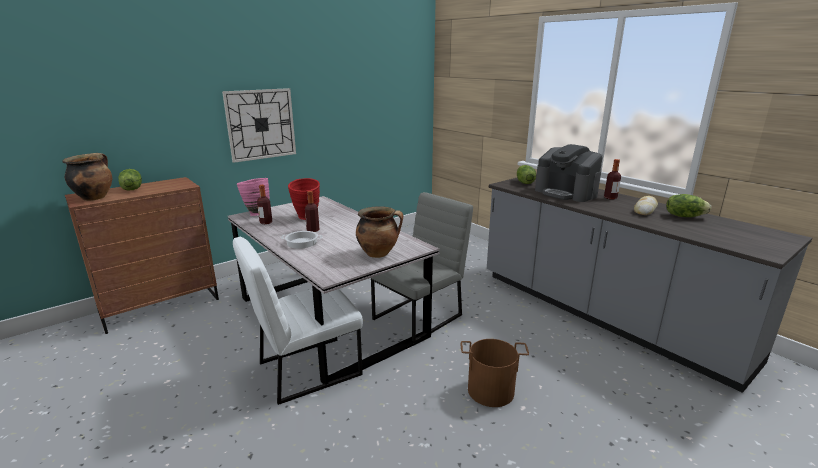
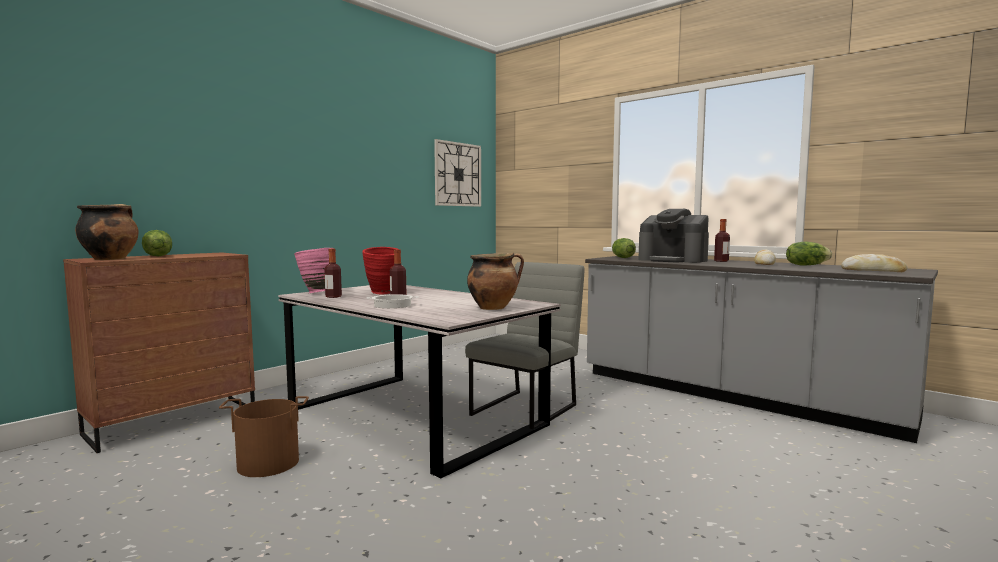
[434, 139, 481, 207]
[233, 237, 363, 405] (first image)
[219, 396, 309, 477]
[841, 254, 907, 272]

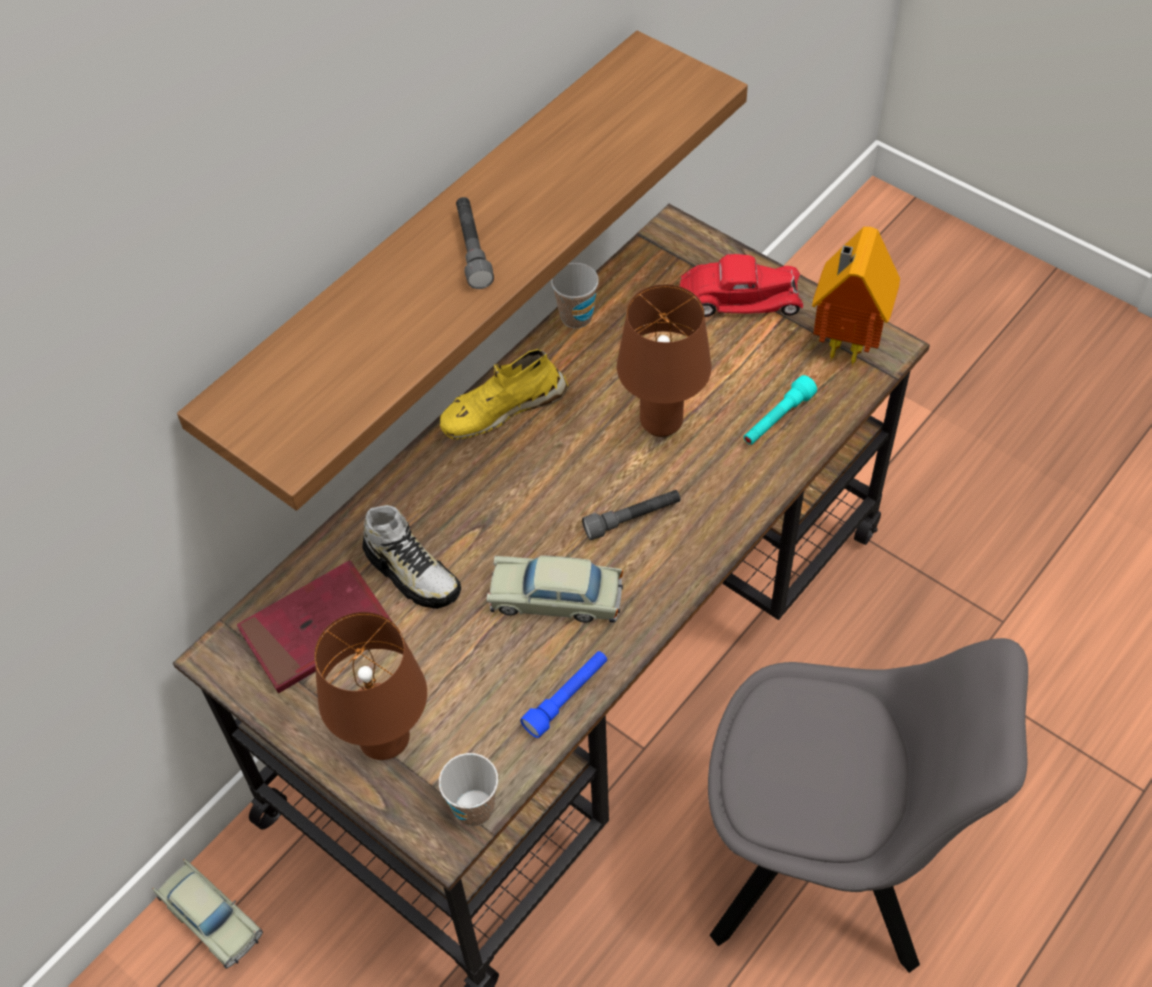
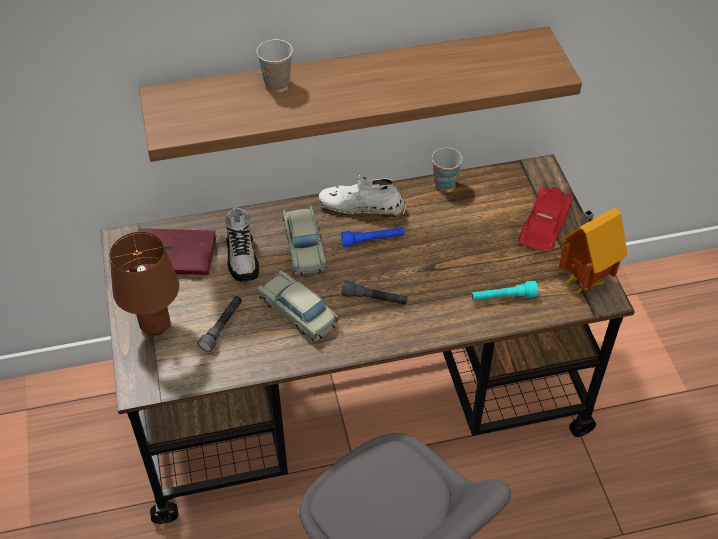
[197, 296, 242, 352]
[518, 186, 573, 252]
[617, 284, 711, 437] (first image)
[319, 174, 406, 218]
[341, 228, 404, 247]
[256, 39, 293, 91]
[283, 205, 327, 276]

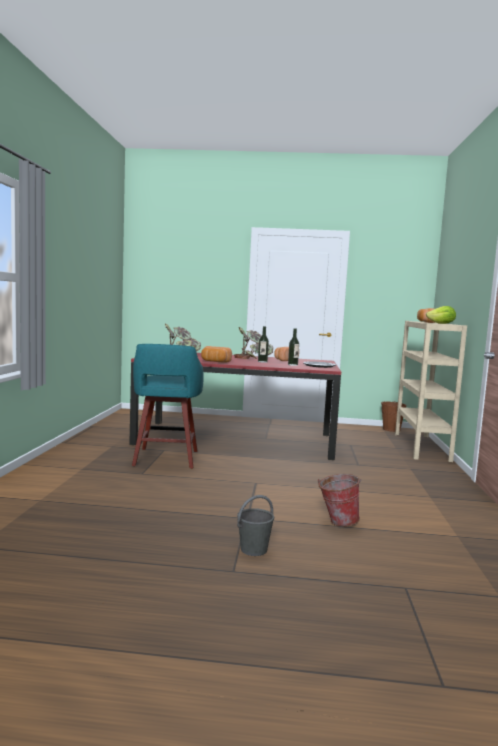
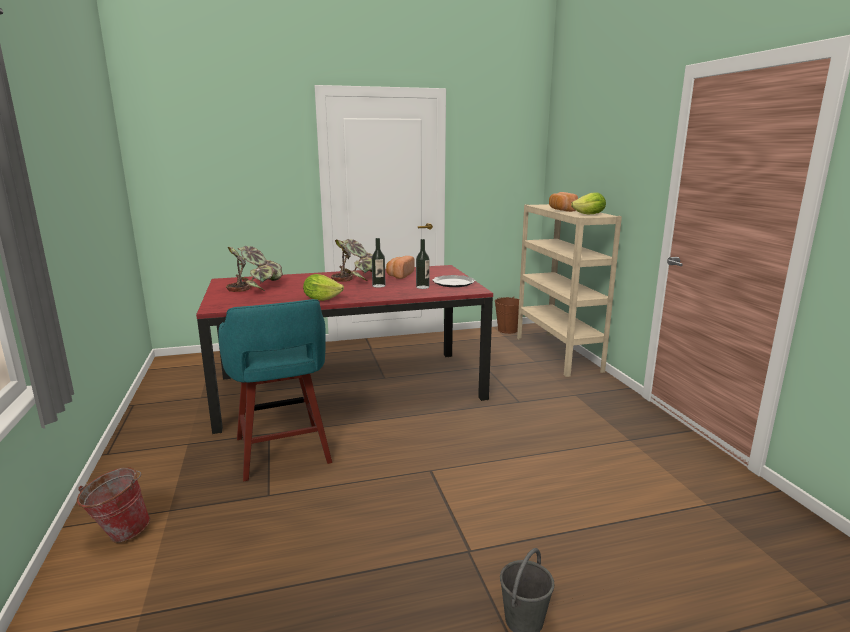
[303, 274, 344, 301]
[77, 467, 150, 543]

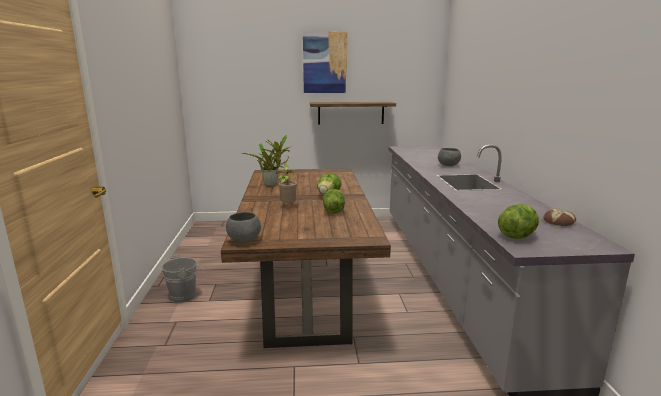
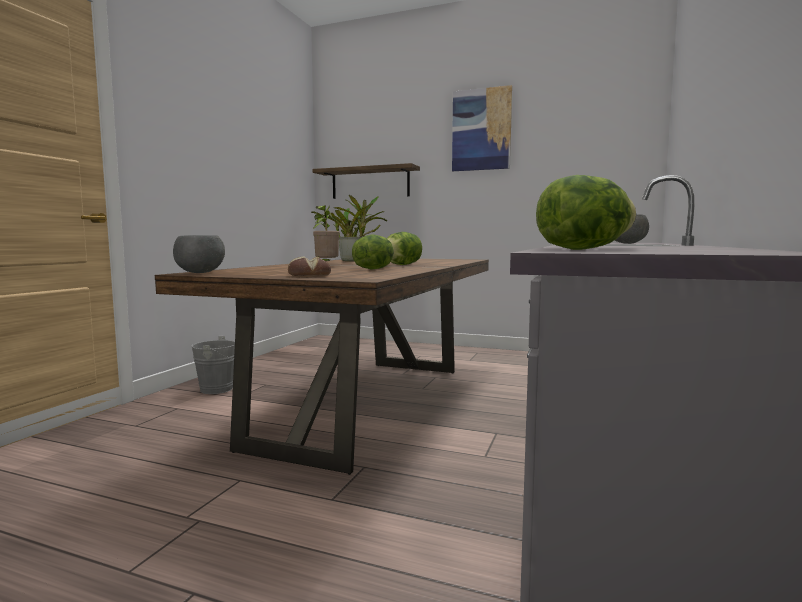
[312, 163, 420, 199]
[288, 256, 331, 276]

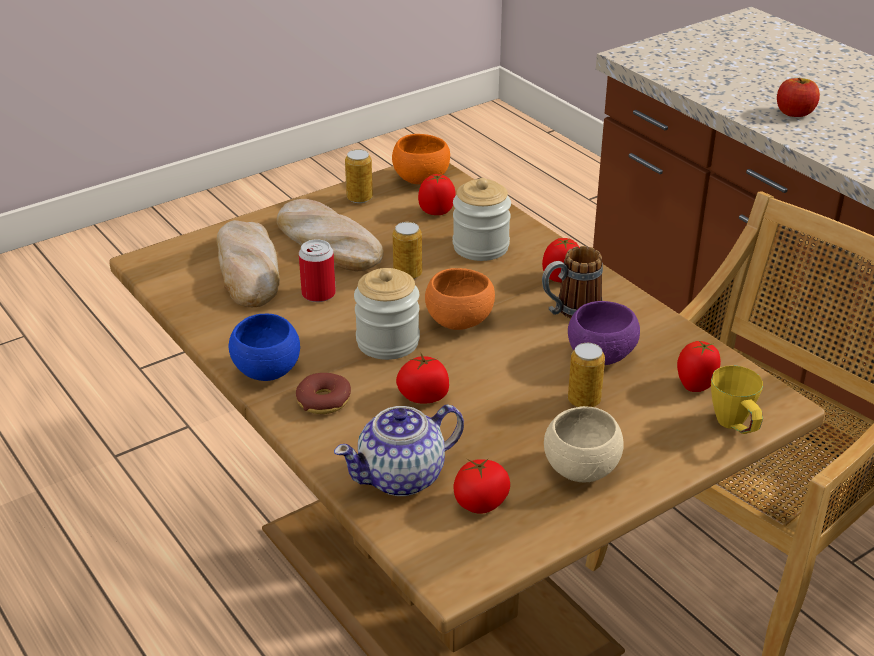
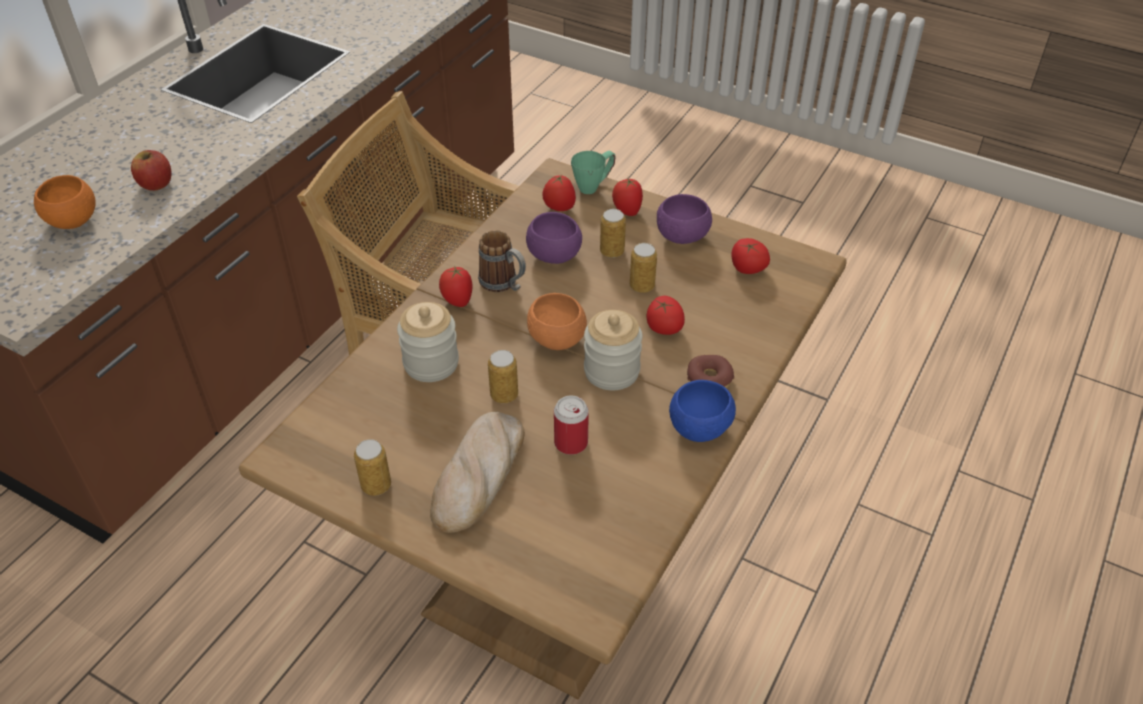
[34, 175, 96, 229]
[612, 178, 643, 216]
[216, 220, 280, 307] (first image)
[571, 150, 616, 194]
[334, 404, 464, 496] (first image)
[657, 194, 712, 244]
[630, 243, 657, 293]

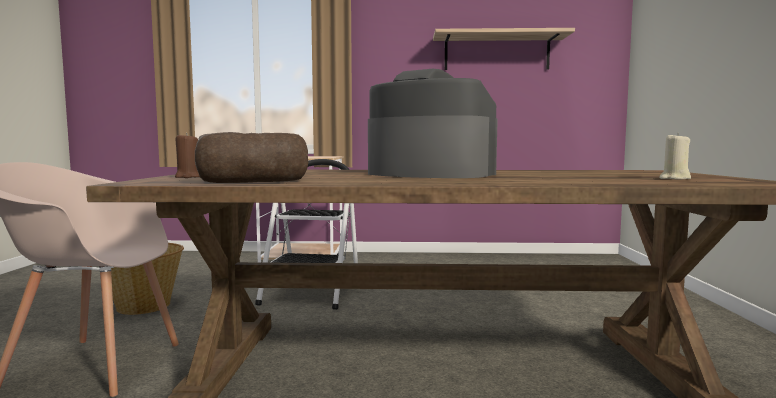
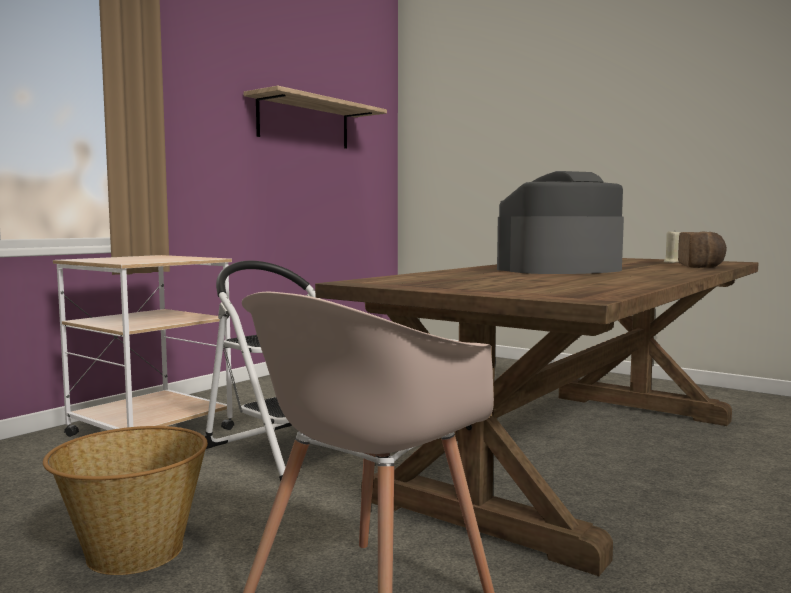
[678, 231, 727, 268]
[175, 133, 200, 178] (first image)

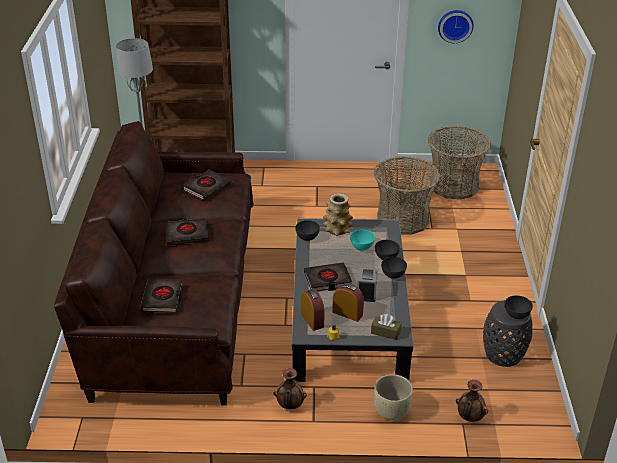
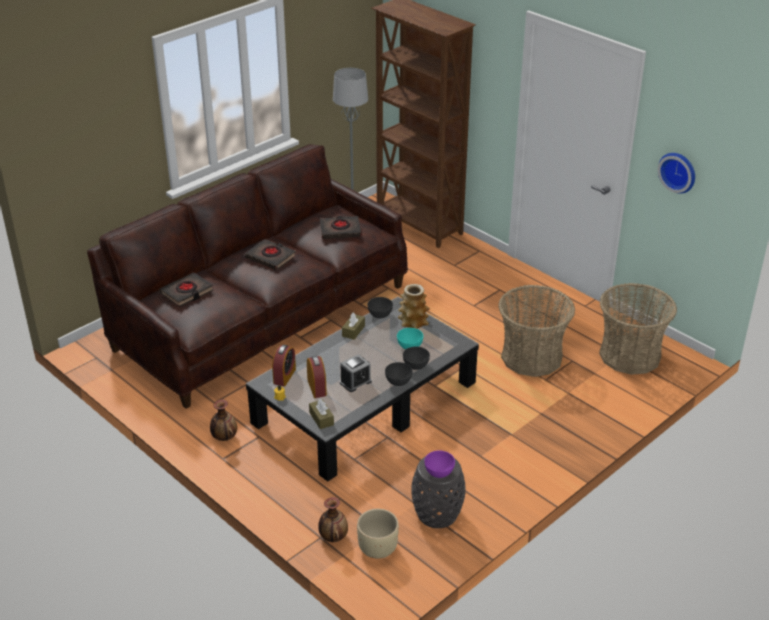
[304, 262, 352, 291] (first image)
[424, 451, 455, 478]
[357, 509, 399, 559]
[342, 312, 365, 340]

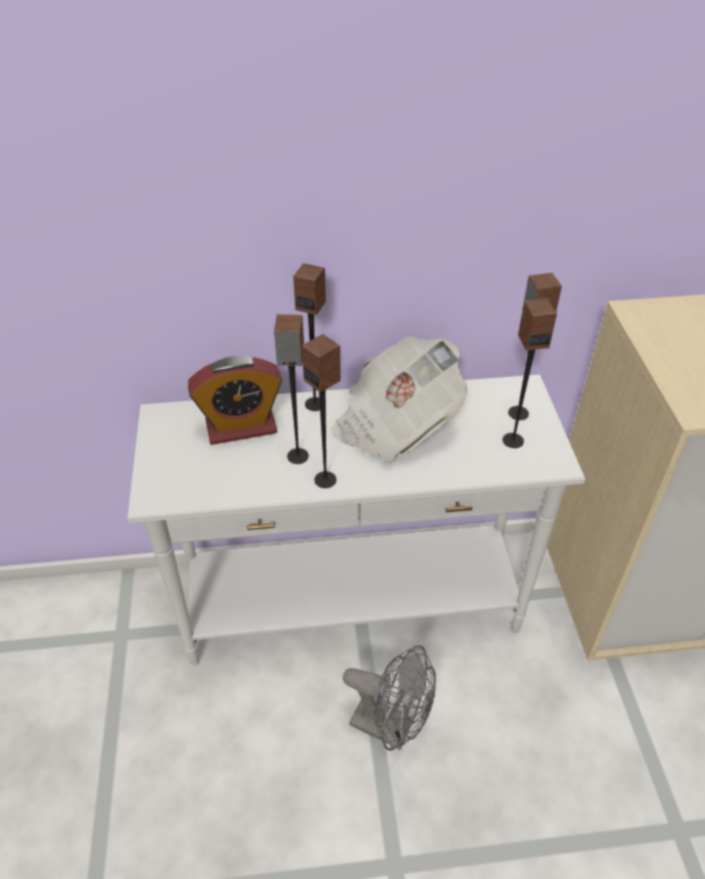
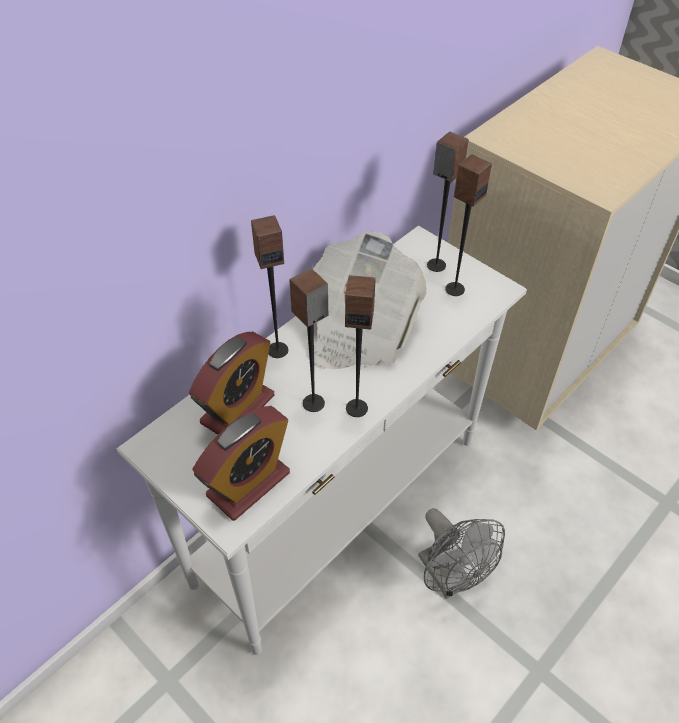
[418, 508, 505, 599]
[193, 406, 290, 521]

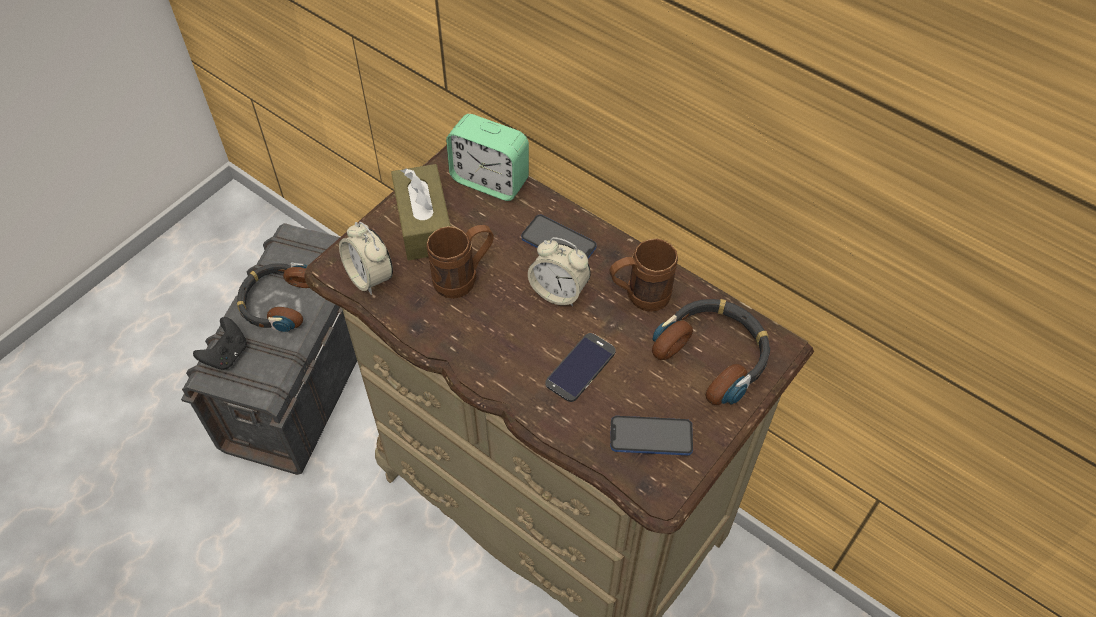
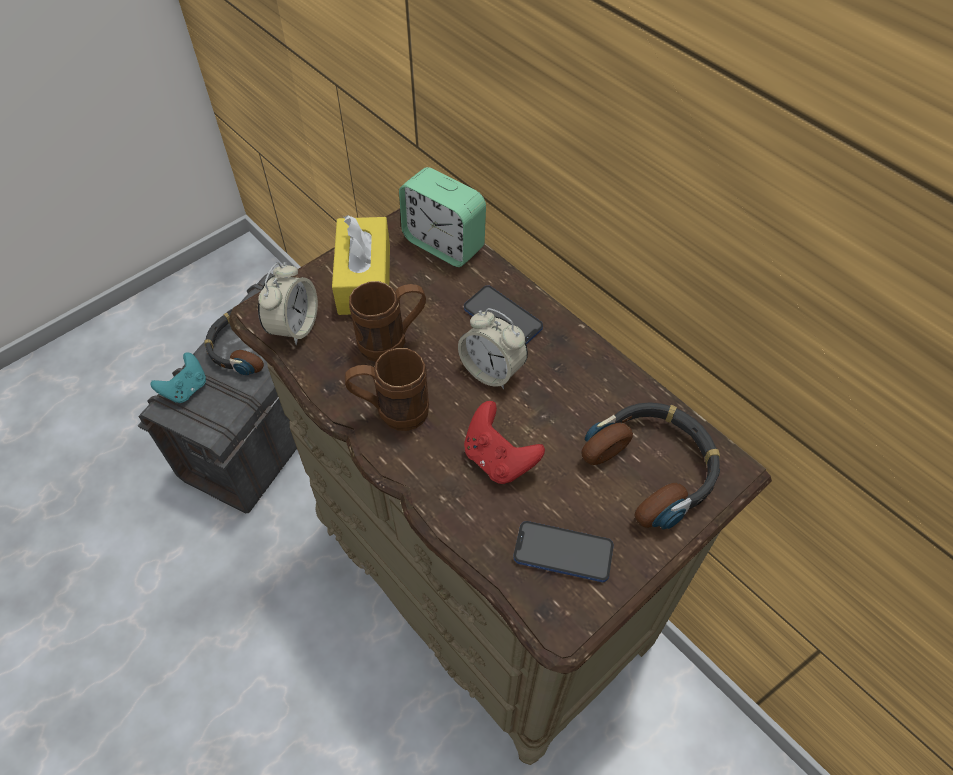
[332, 215, 390, 315]
[258, 262, 318, 345]
[345, 348, 429, 431]
[151, 352, 206, 403]
[464, 401, 545, 484]

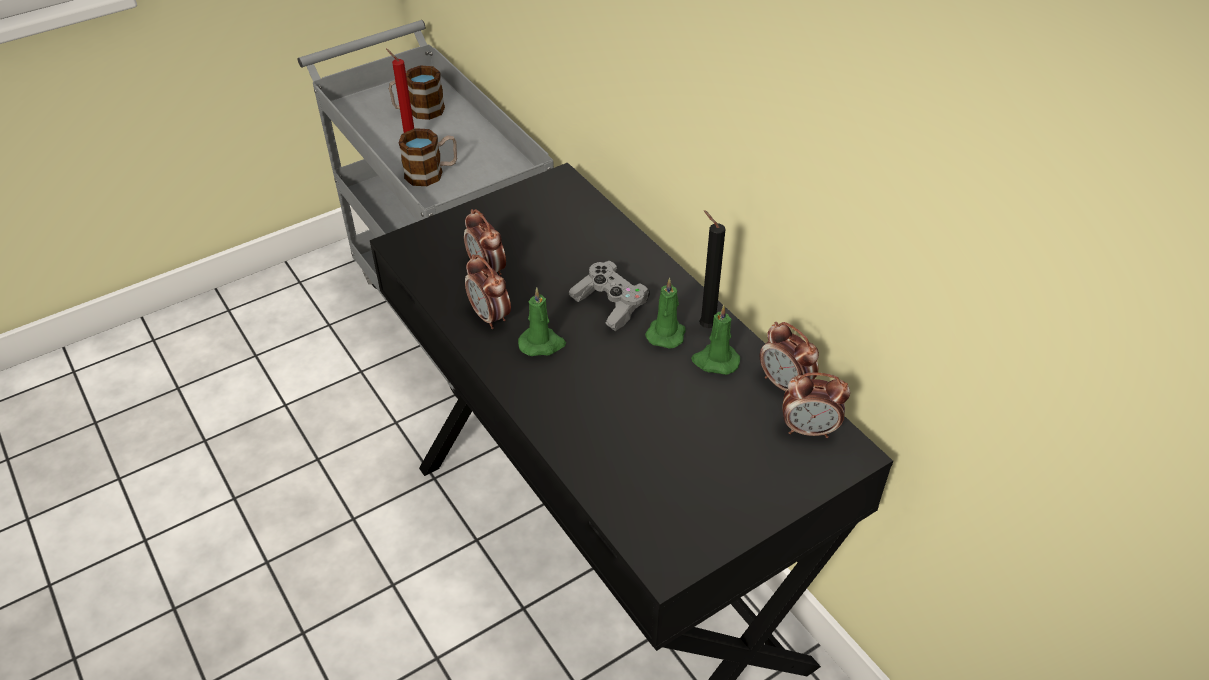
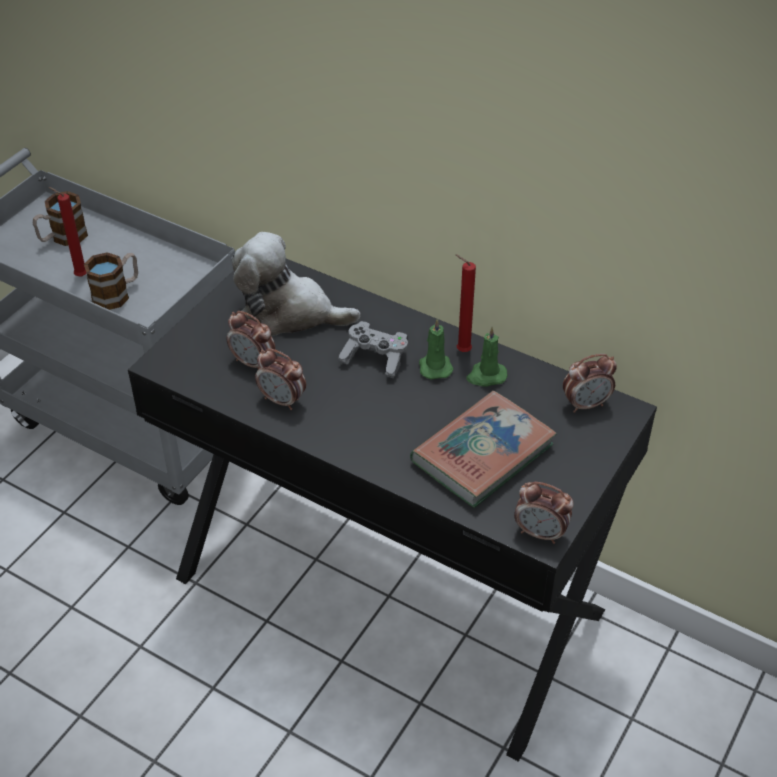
[456, 255, 476, 352]
[518, 288, 566, 356] (first image)
[514, 482, 574, 544]
[232, 232, 361, 336]
[410, 391, 557, 508]

